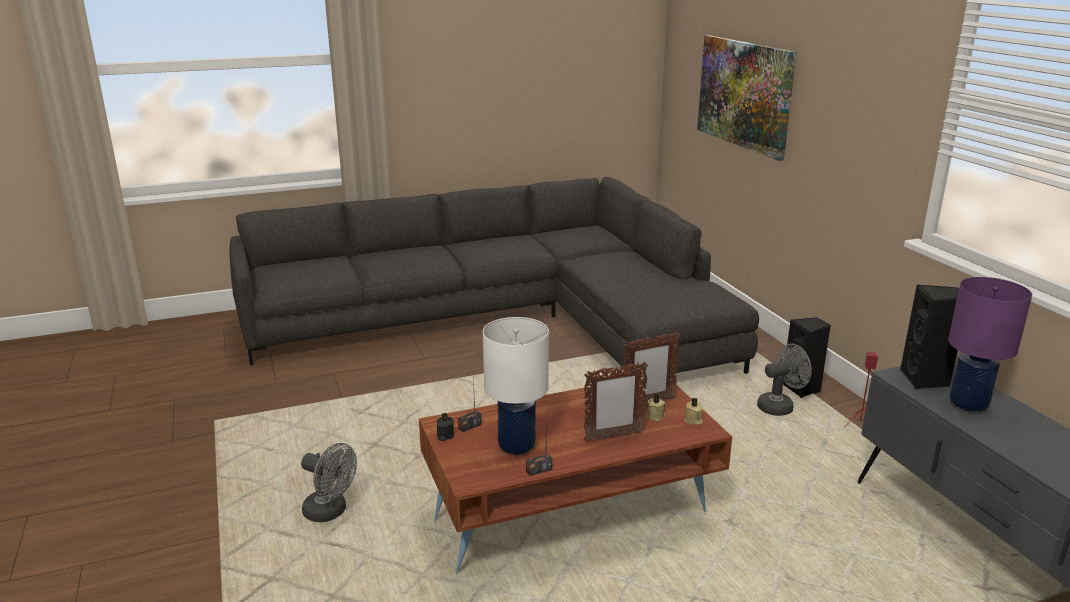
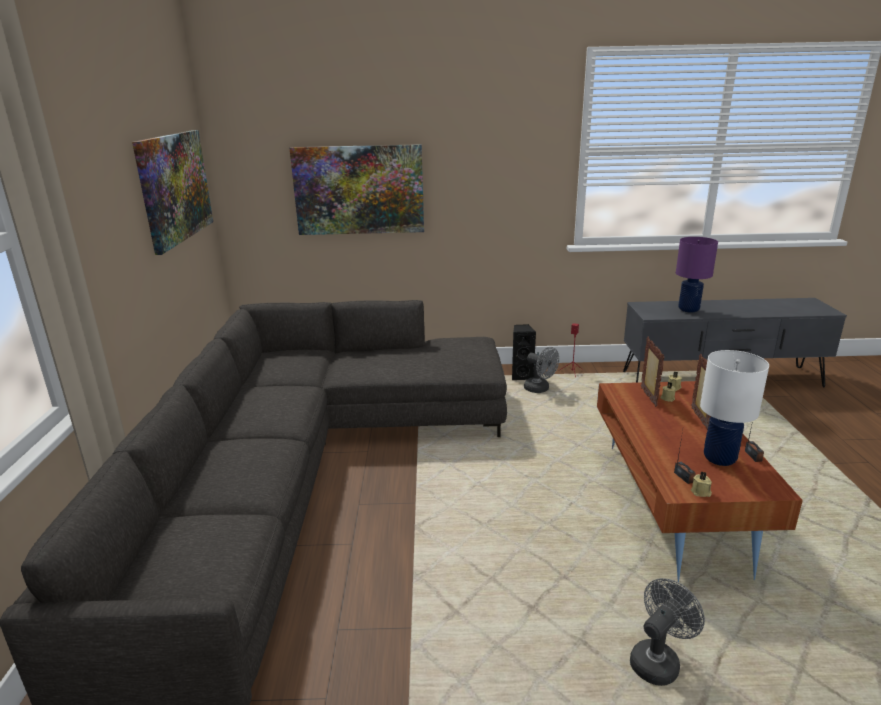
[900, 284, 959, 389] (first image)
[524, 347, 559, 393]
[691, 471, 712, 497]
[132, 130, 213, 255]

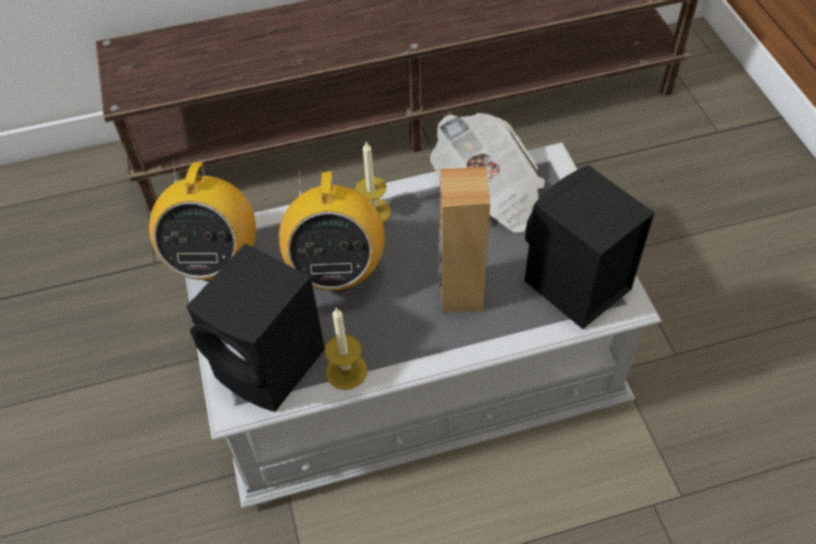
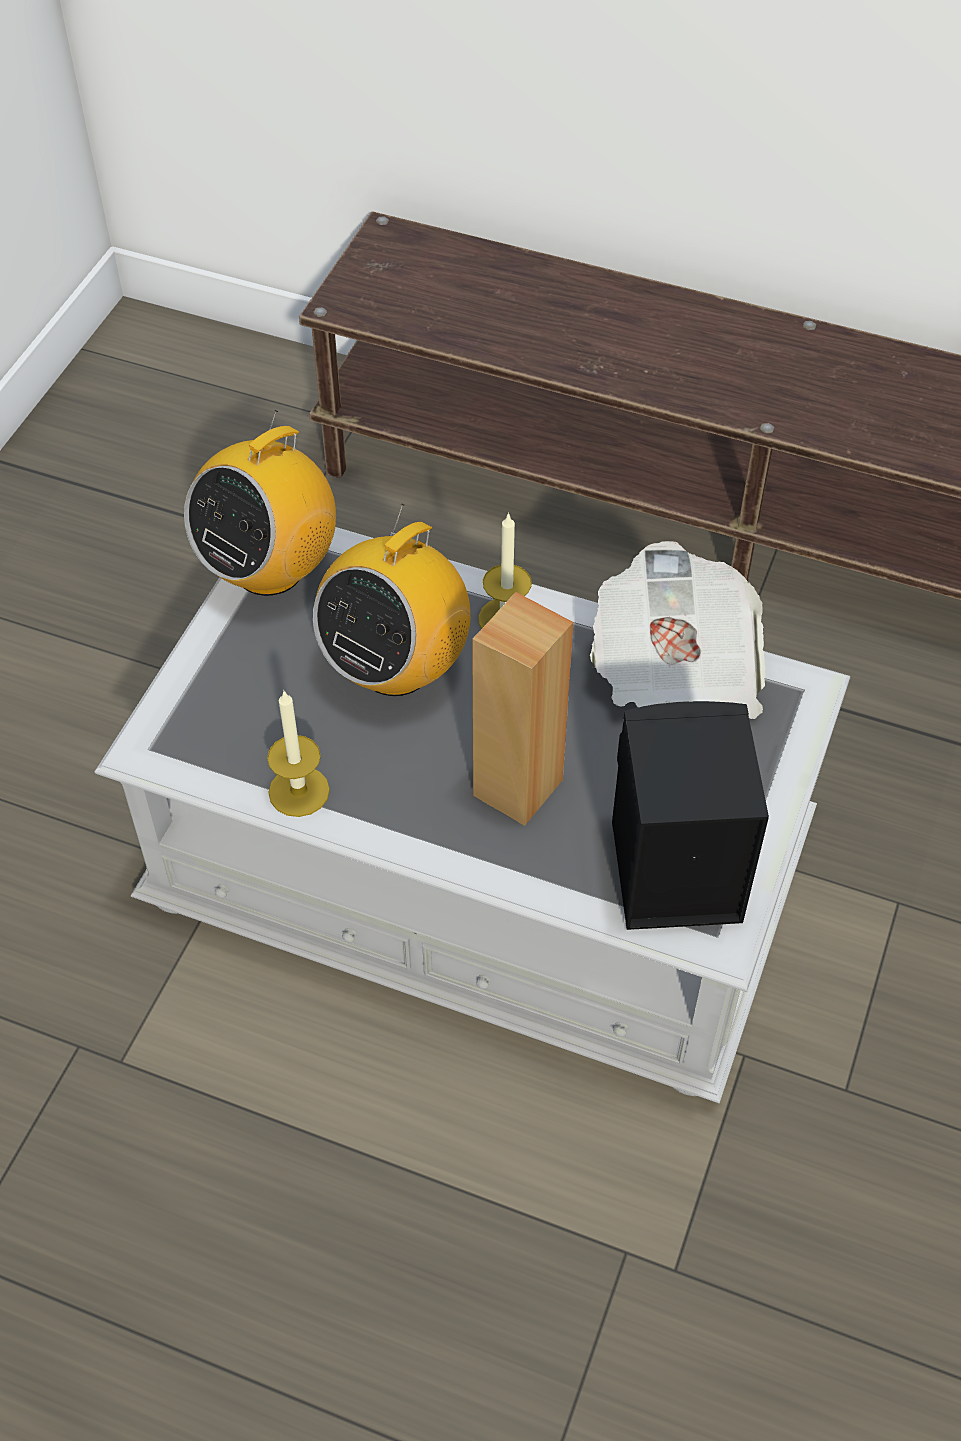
[186, 243, 325, 412] (first image)

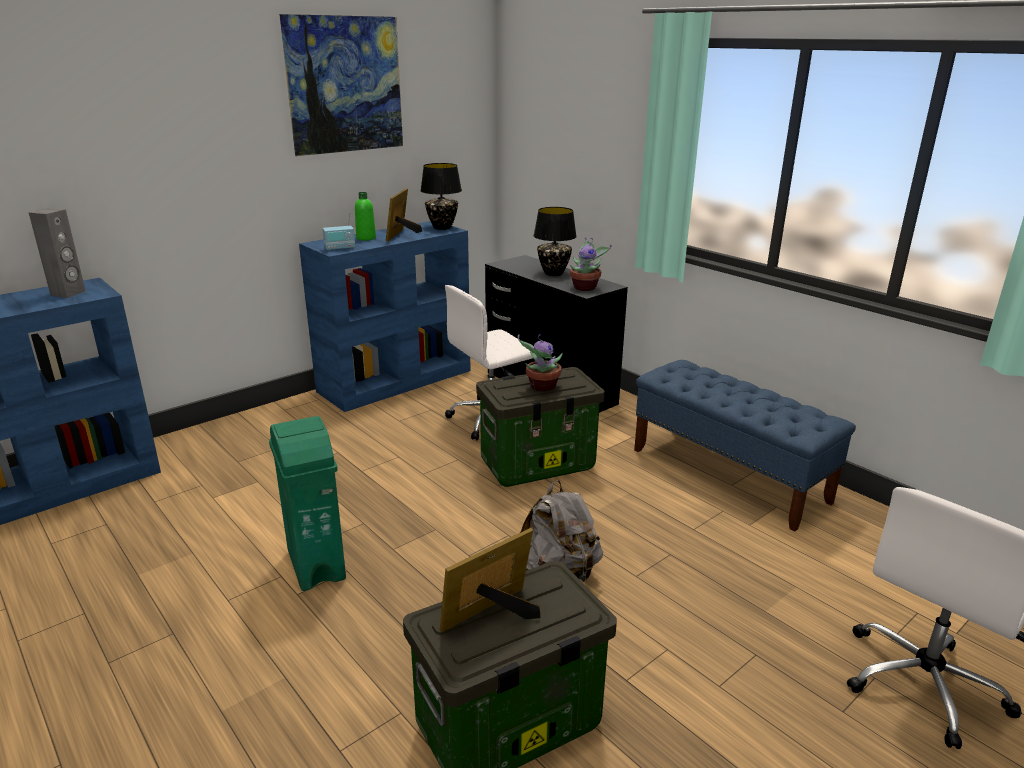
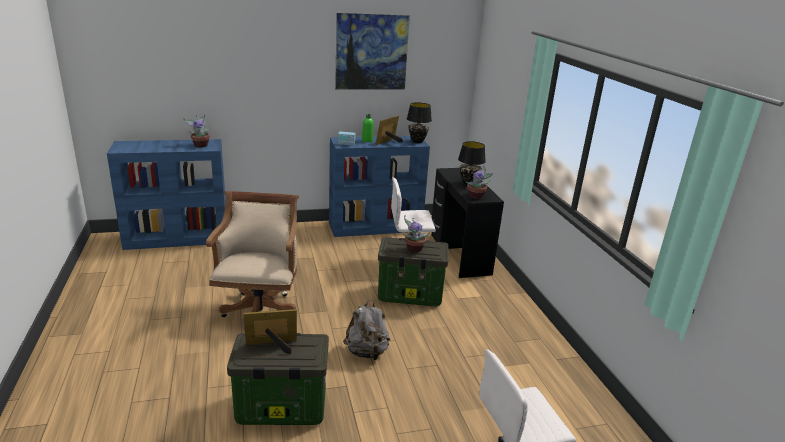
[183, 114, 210, 147]
[634, 360, 856, 532] (first image)
[206, 191, 299, 329]

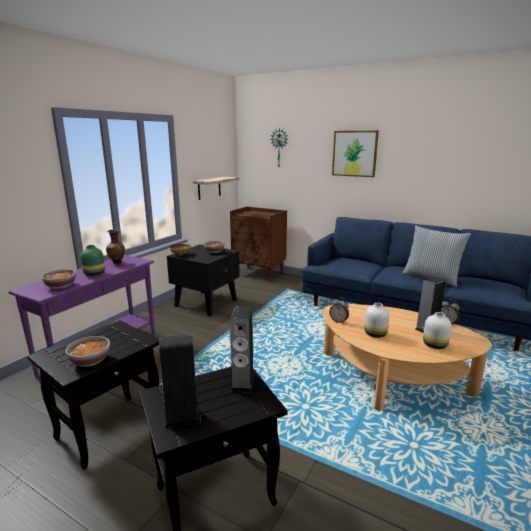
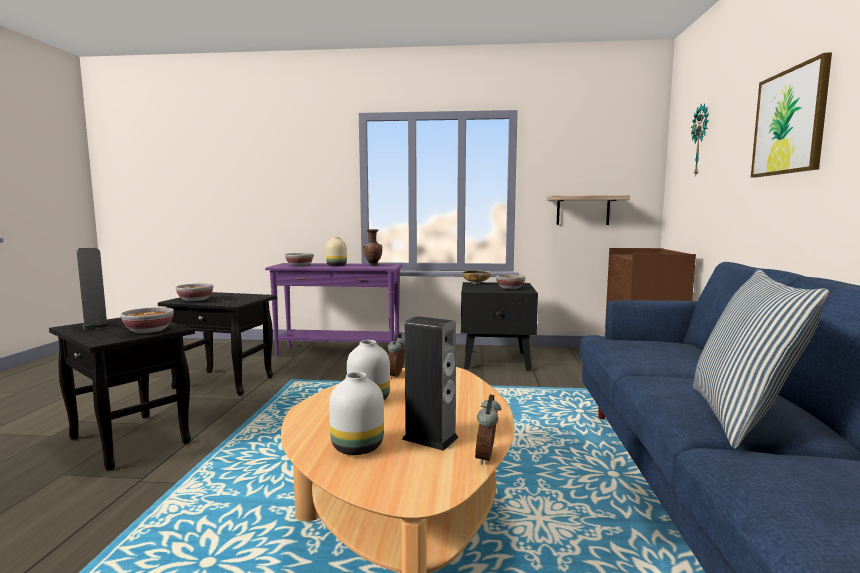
[326, 237, 347, 266]
[120, 307, 174, 333]

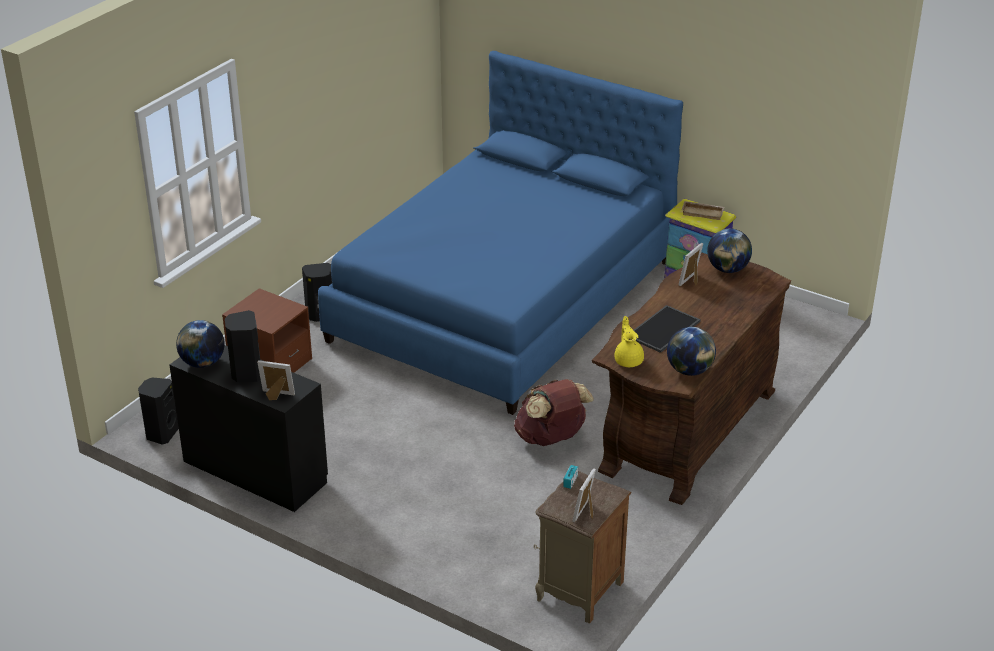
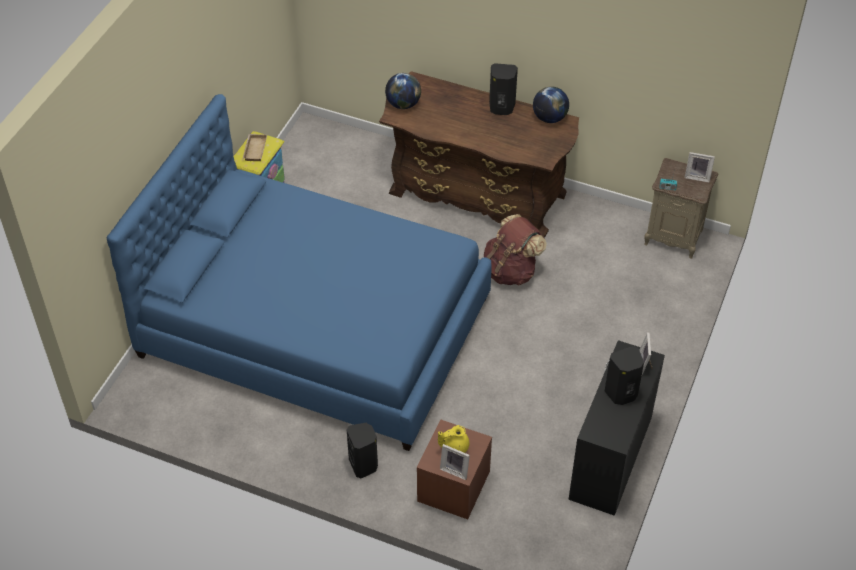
[440, 444, 470, 480]
[633, 305, 701, 353] (first image)
[438, 425, 470, 453]
[176, 320, 225, 368] (first image)
[489, 63, 518, 115]

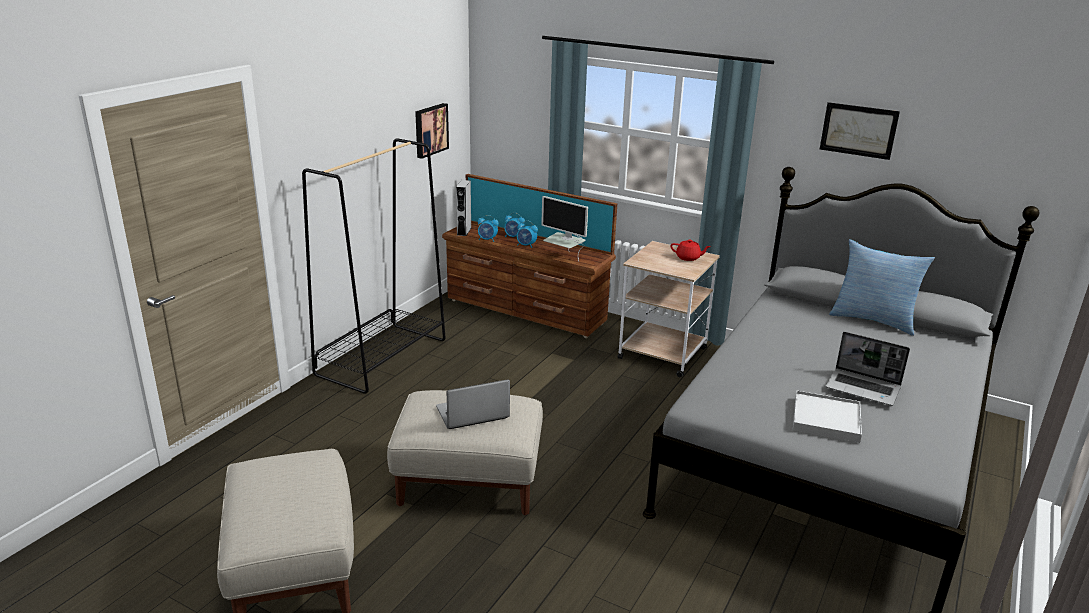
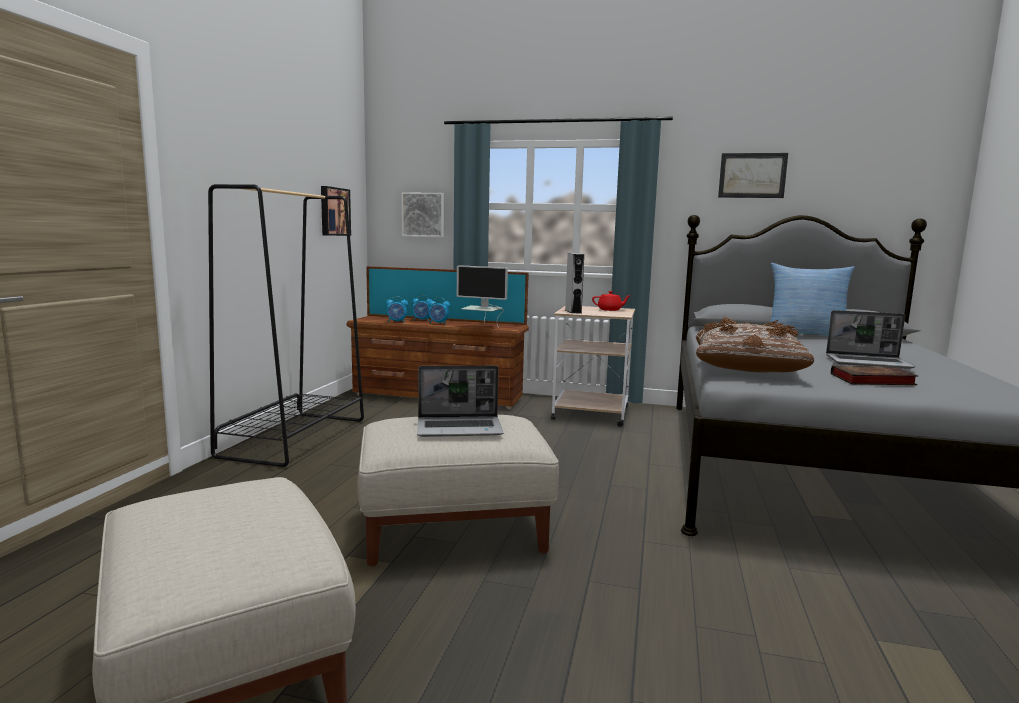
[565, 253, 584, 313]
[417, 366, 503, 437]
[831, 365, 918, 385]
[401, 192, 444, 237]
[696, 316, 814, 372]

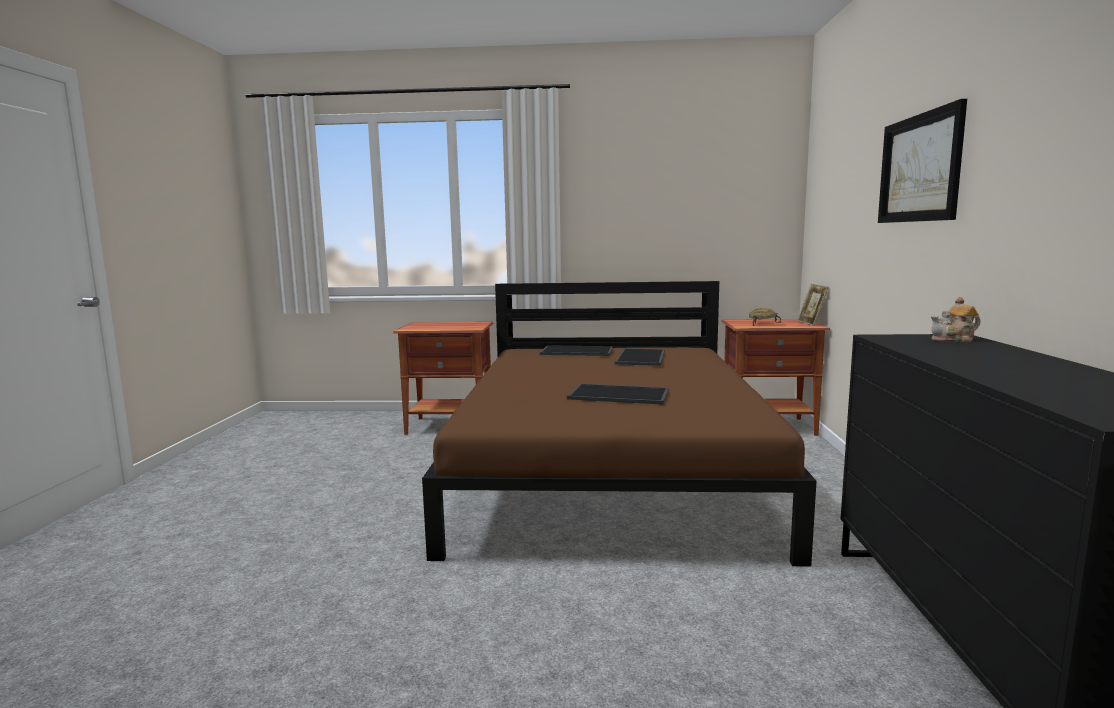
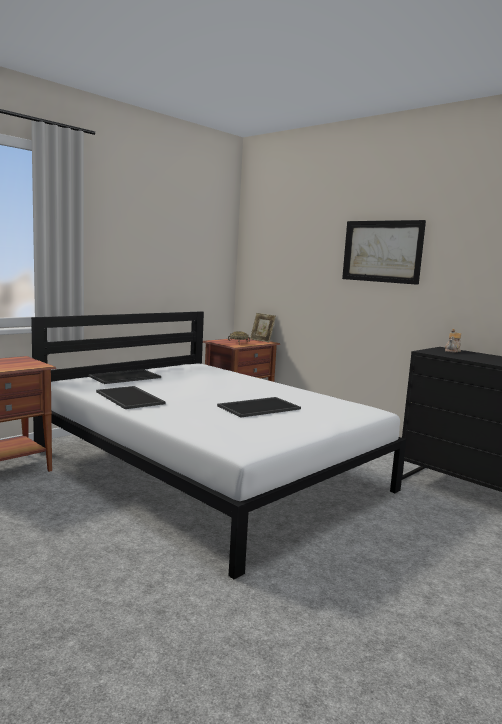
[31, 311, 406, 579]
[96, 386, 166, 409]

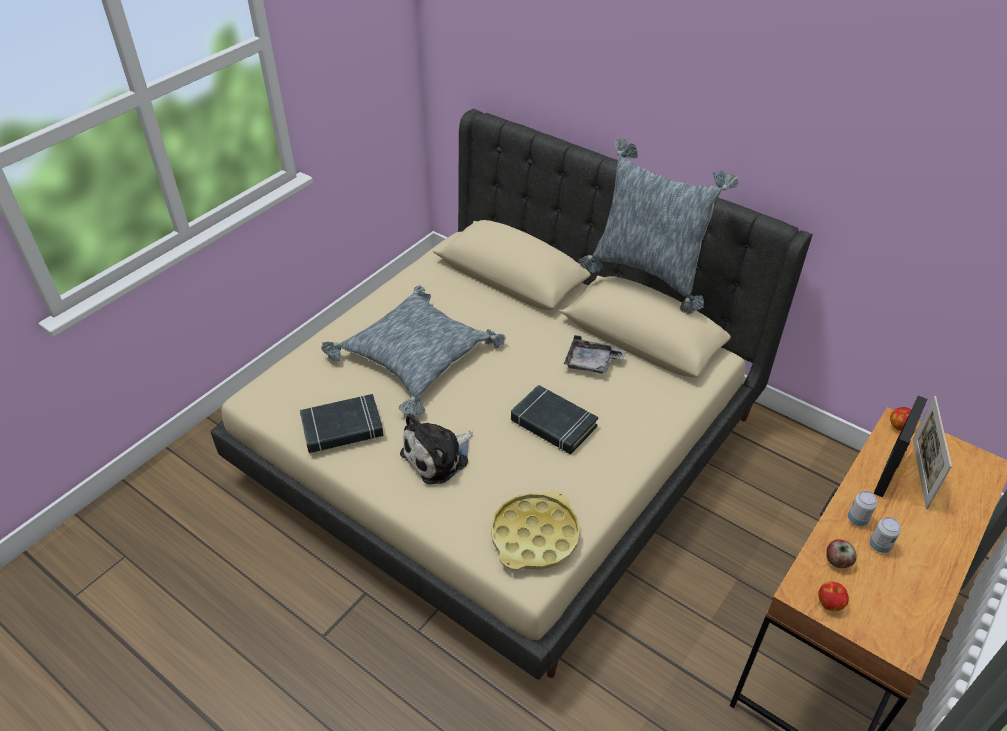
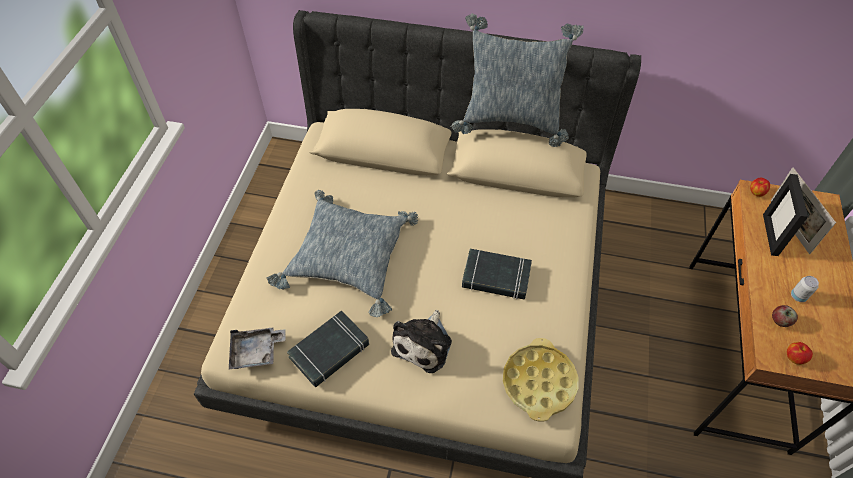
[229, 327, 285, 369]
[848, 491, 877, 526] (first image)

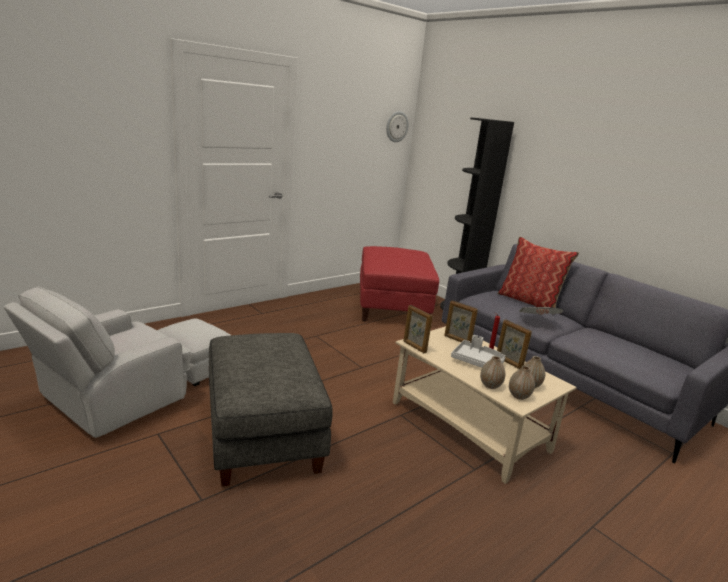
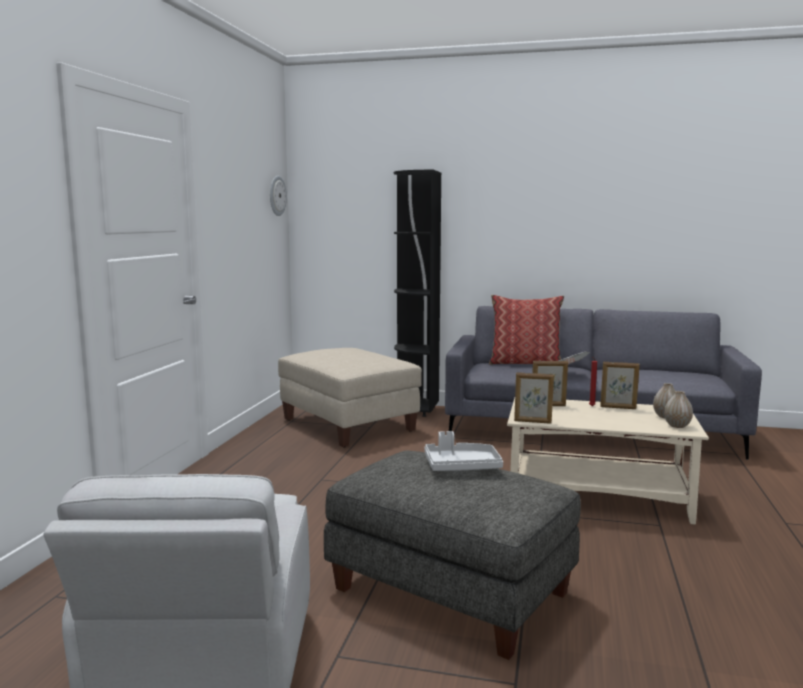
[278, 348, 422, 448]
[424, 431, 503, 471]
[480, 356, 505, 389] (first image)

